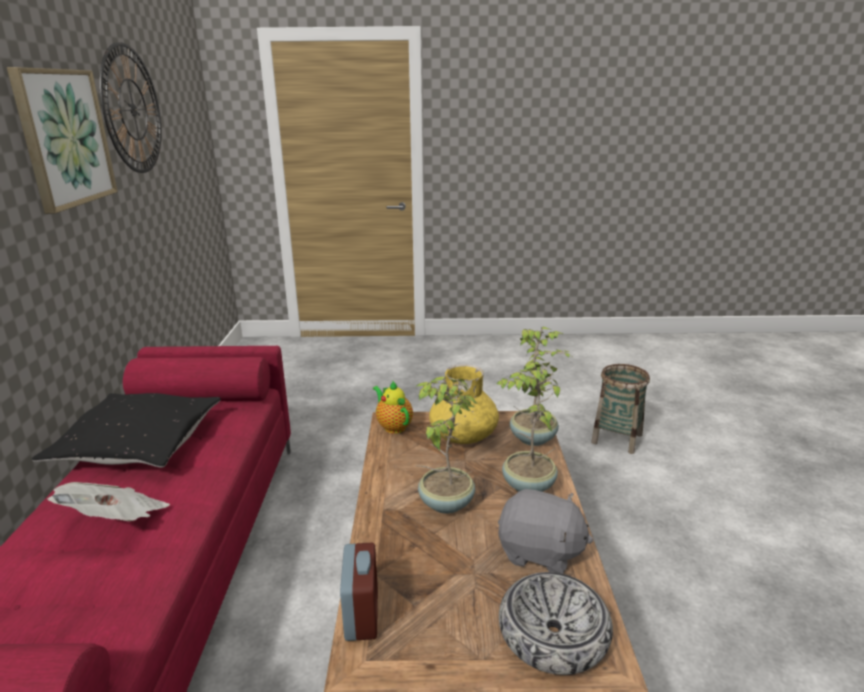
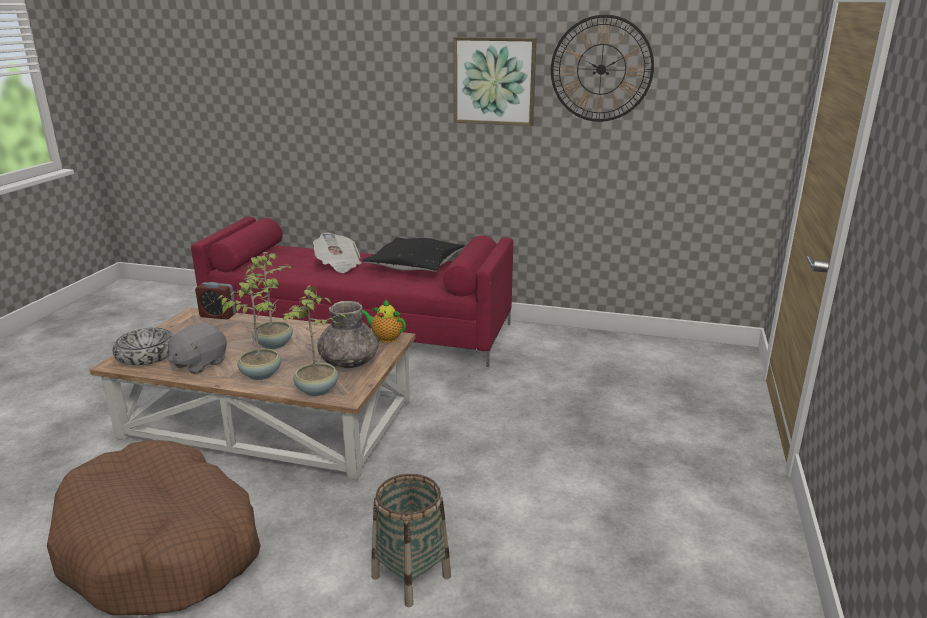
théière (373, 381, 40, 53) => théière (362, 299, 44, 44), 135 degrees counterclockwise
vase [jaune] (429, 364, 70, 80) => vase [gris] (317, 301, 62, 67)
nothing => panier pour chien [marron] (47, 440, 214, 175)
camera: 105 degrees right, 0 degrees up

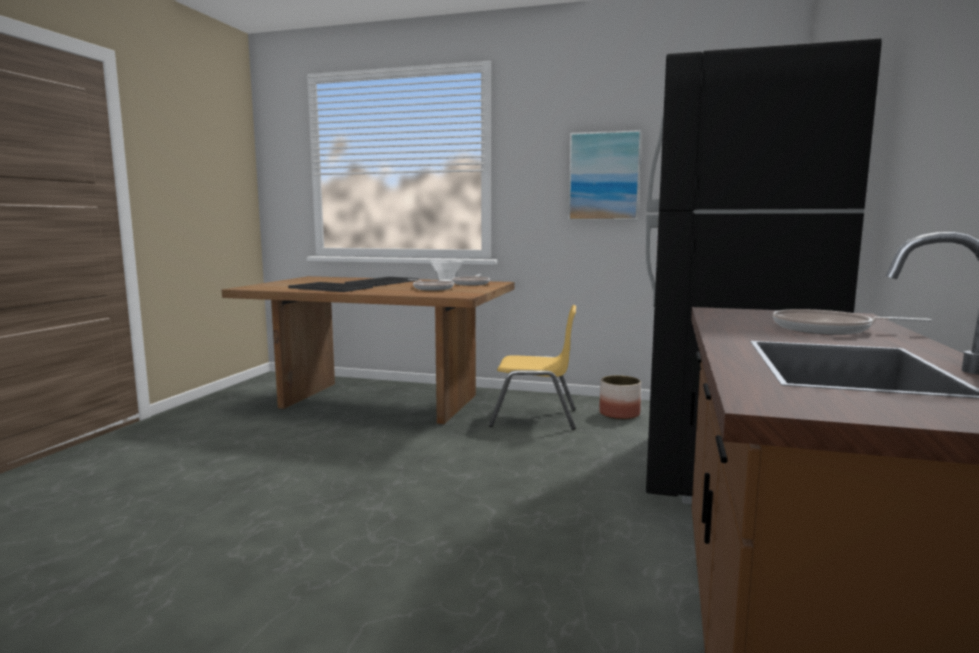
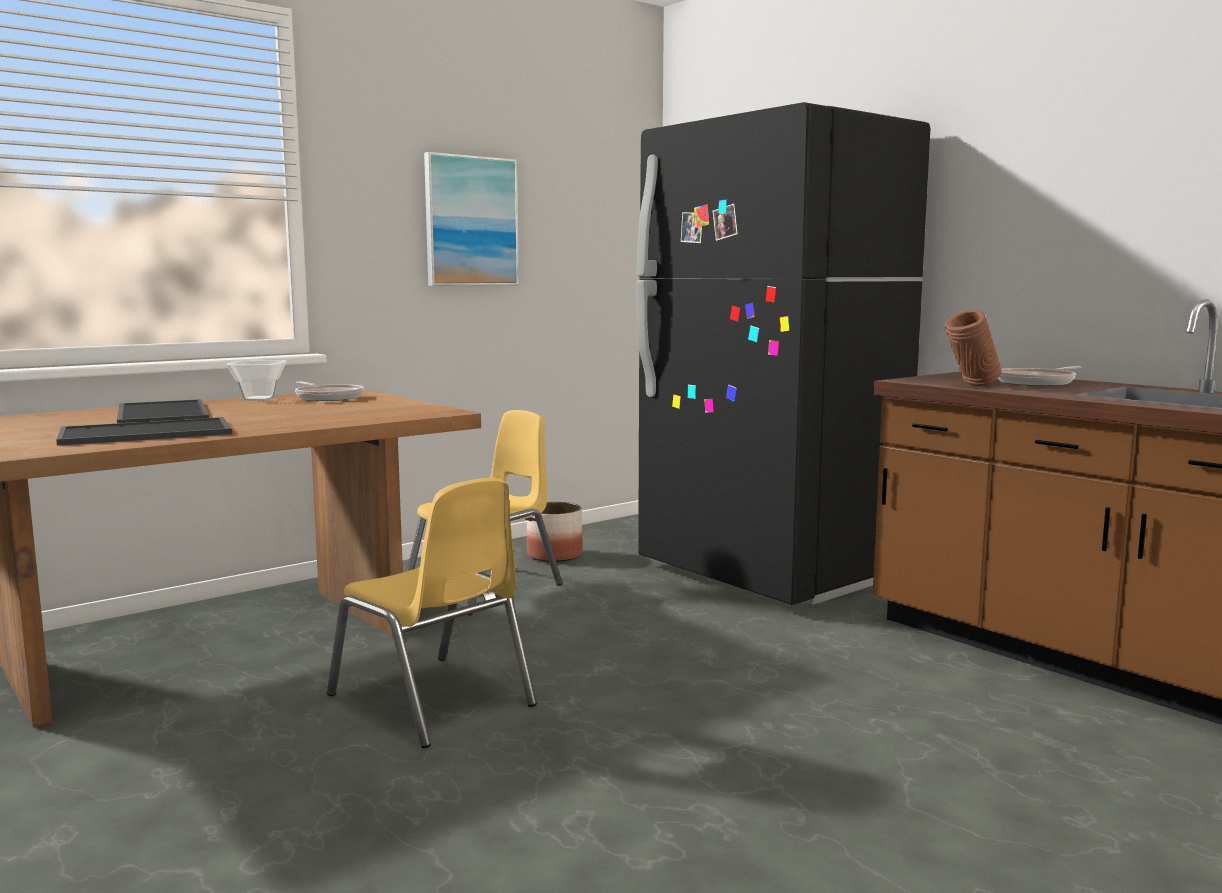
poêle (408, 279, 46, 12) => nothing
nothing => chaise [jaune] (327, 478, 210, 270)
nothing => vase [marron] (945, 309, 56, 77)
camera: 55 degrees left, 0 degrees up

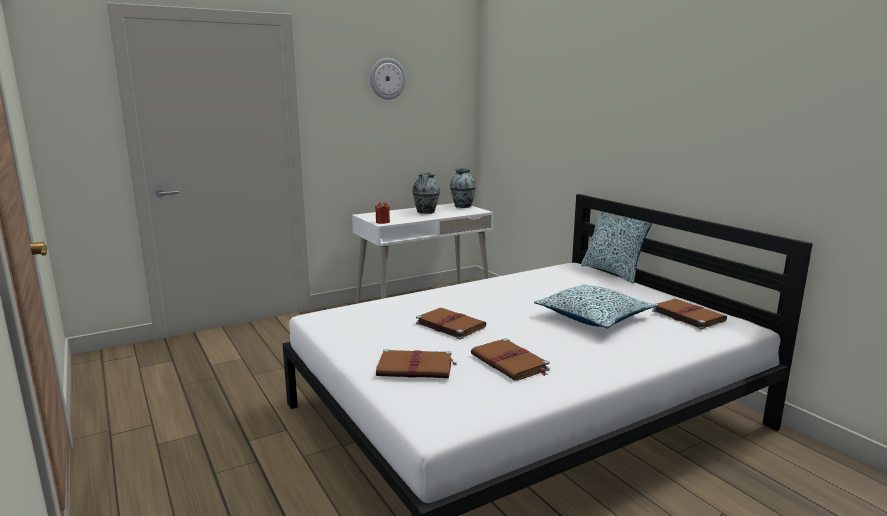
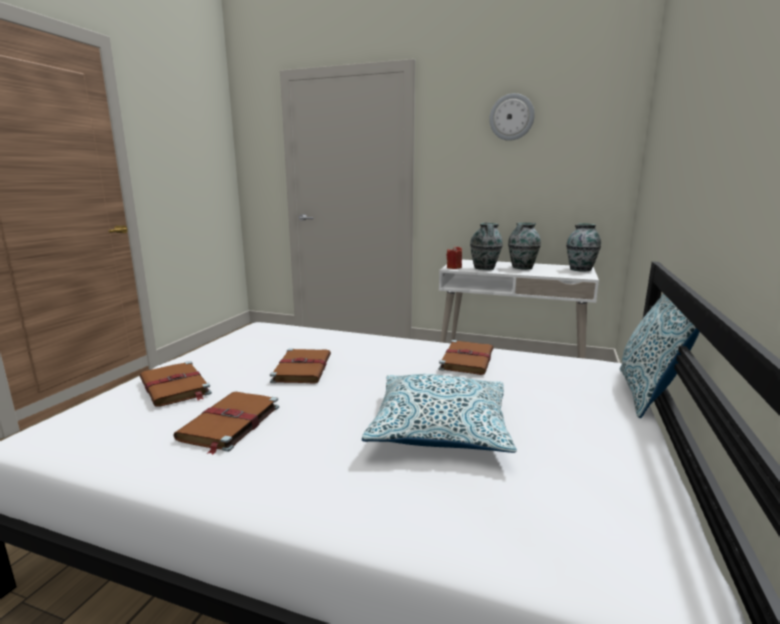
livre [marron] (652, 299, 75, 31) => livre [marron] (439, 340, 54, 35), relocated
nothing => vase (470, 222, 33, 48)
camera: 50 degrees right, 0 degrees up

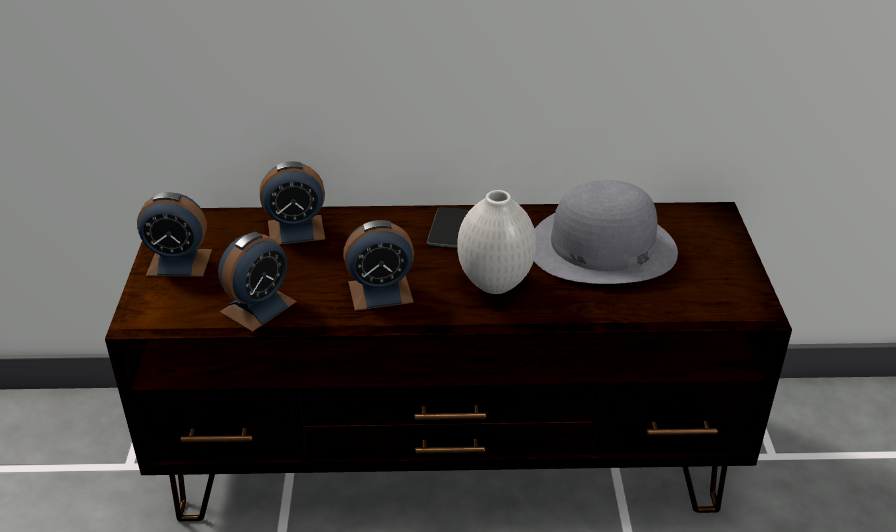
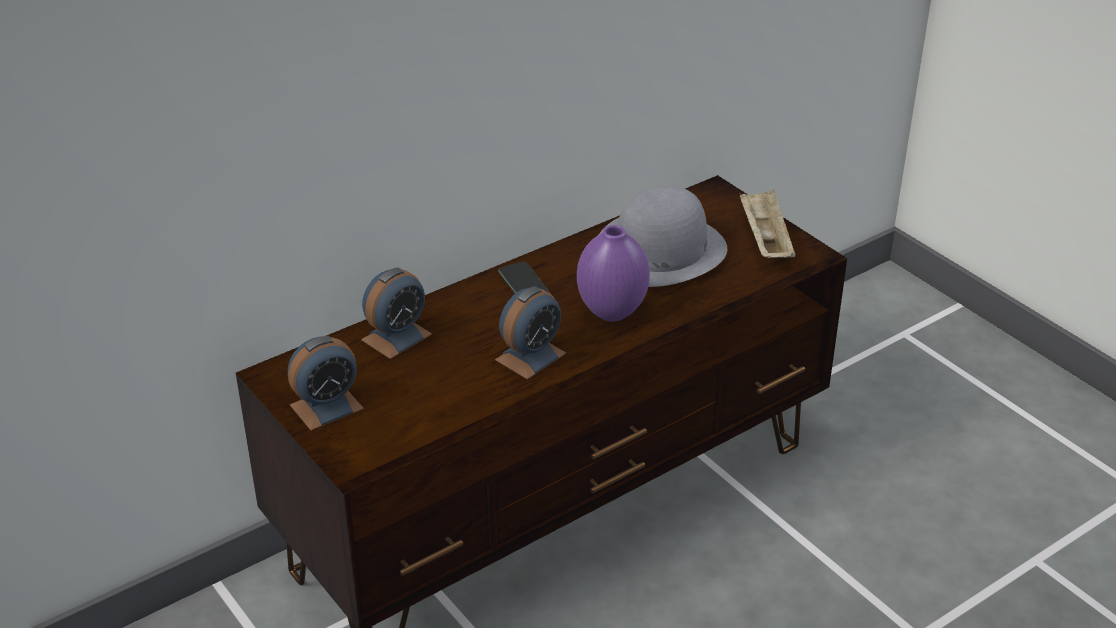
réveil (218, 232, 79, 100) => nothing
vase [blanc] (457, 190, 79, 104) => vase [violet] (577, 225, 73, 97)
nothing => plateau [beige] (740, 189, 55, 69)
camera: 35 degrees left, 0 degrees up

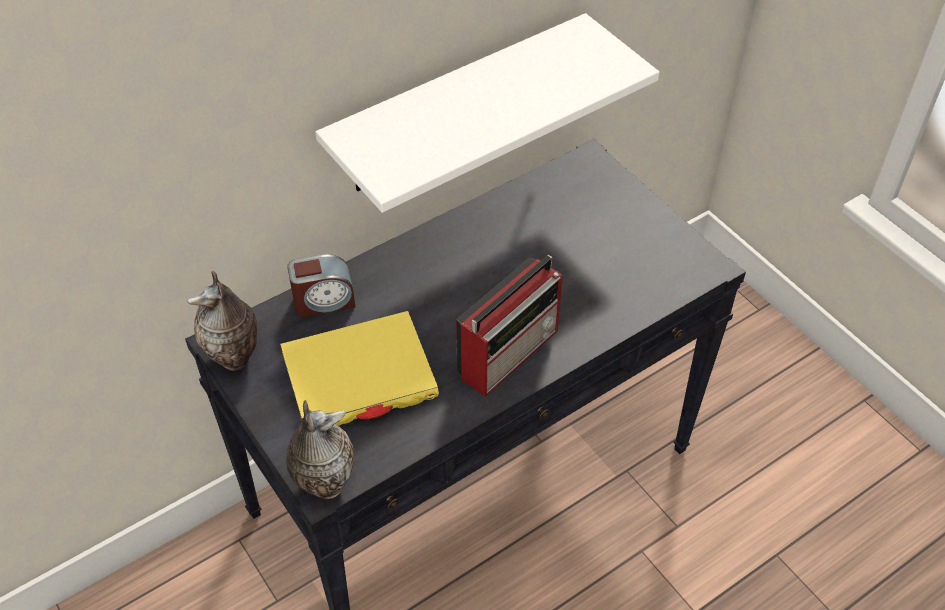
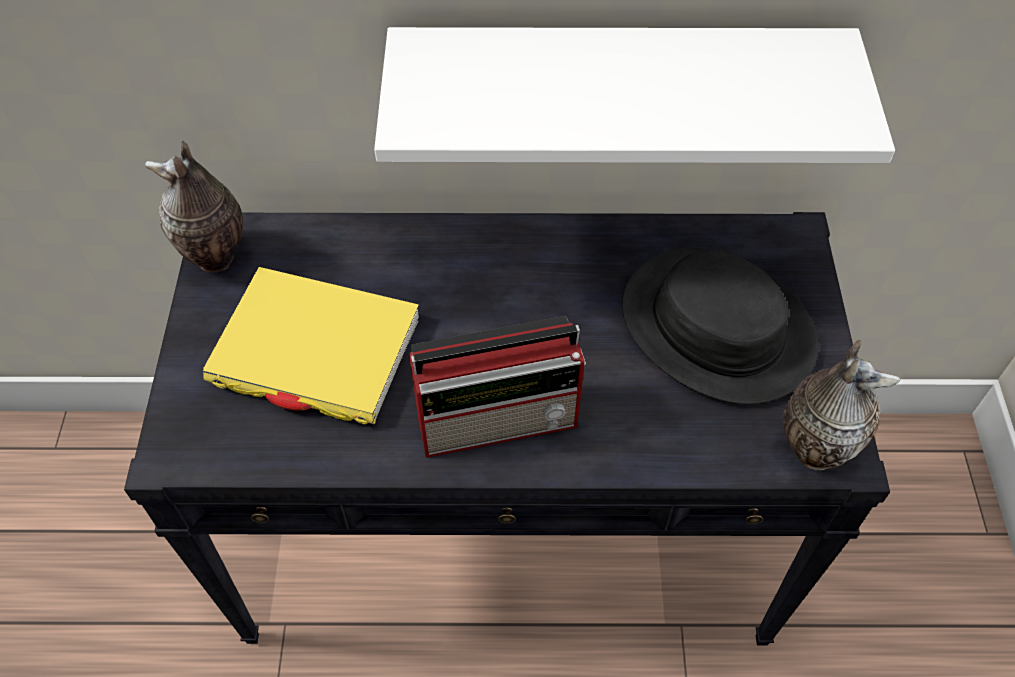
vase (286, 400, 68, 99) => vase (783, 339, 117, 132), relocated
réveil (287, 254, 68, 63) => nothing
nothing => chapeau [noir] (622, 248, 196, 156)
camera: 35 degrees right, 5 degrees up

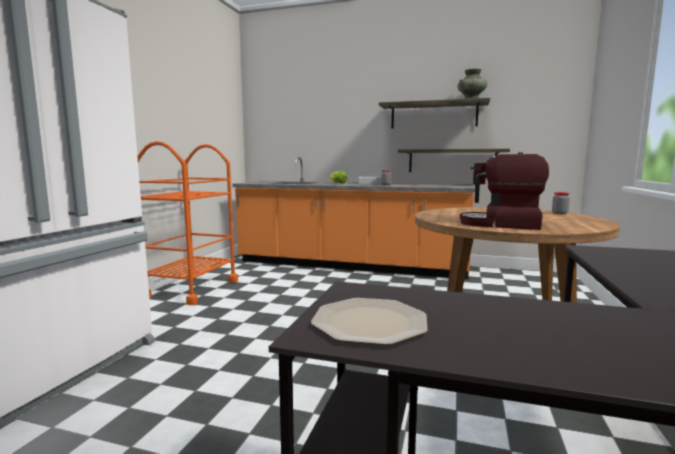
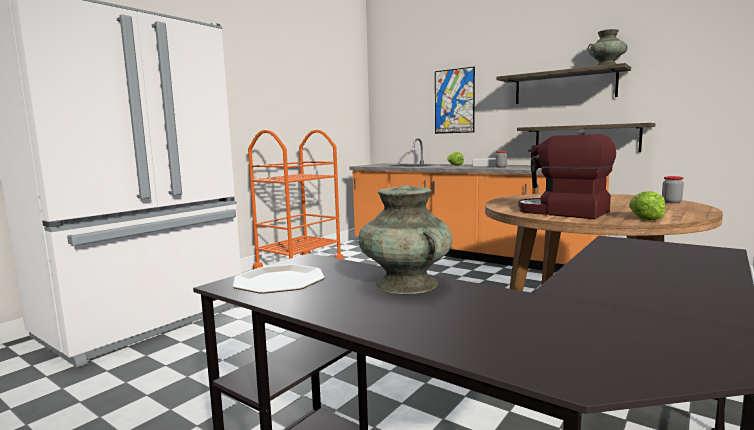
nothing => vase [turquoise] (358, 185, 95, 109)
nothing => tableau (435, 67, 40, 67)
nothing => laitue (629, 191, 36, 29)
camera: 20 degrees right, 0 degrees up

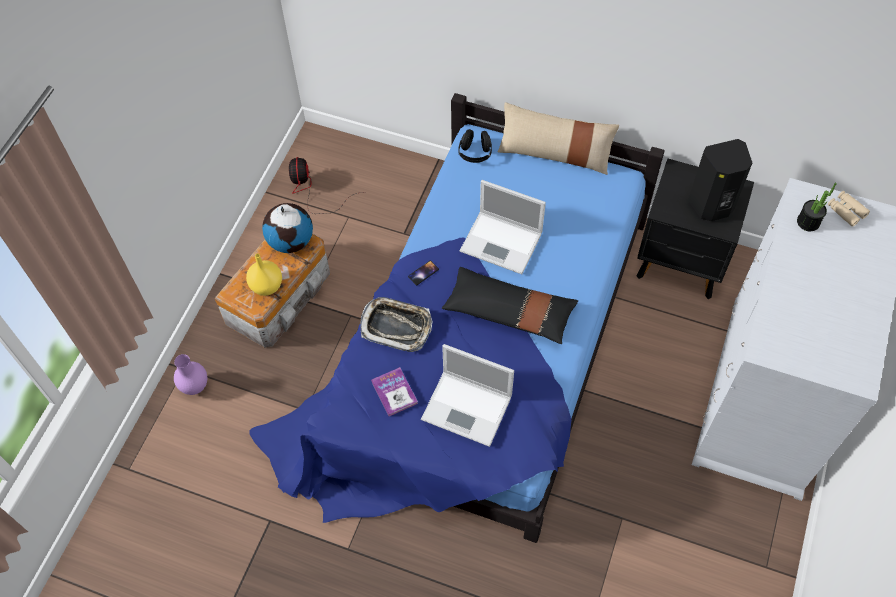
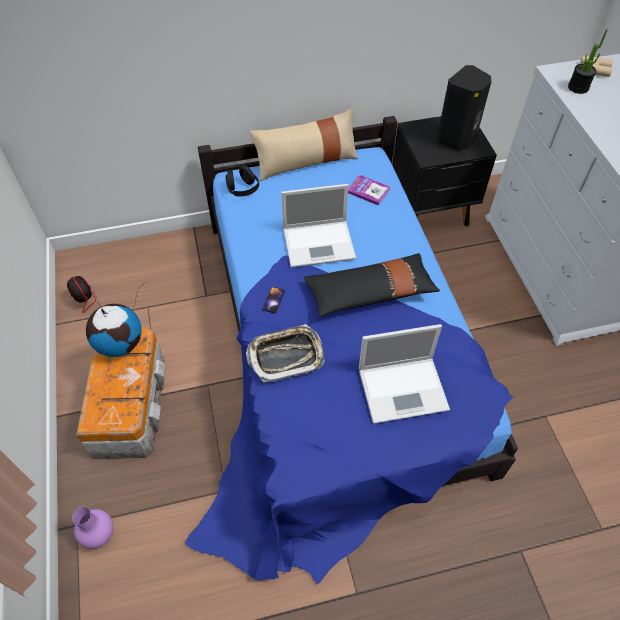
vase [jaune] (246, 254, 36, 42) => nothing
livre (371, 367, 47, 49) => livre (348, 174, 42, 31), relocated
camera: 35 degrees left, 5 degrees down

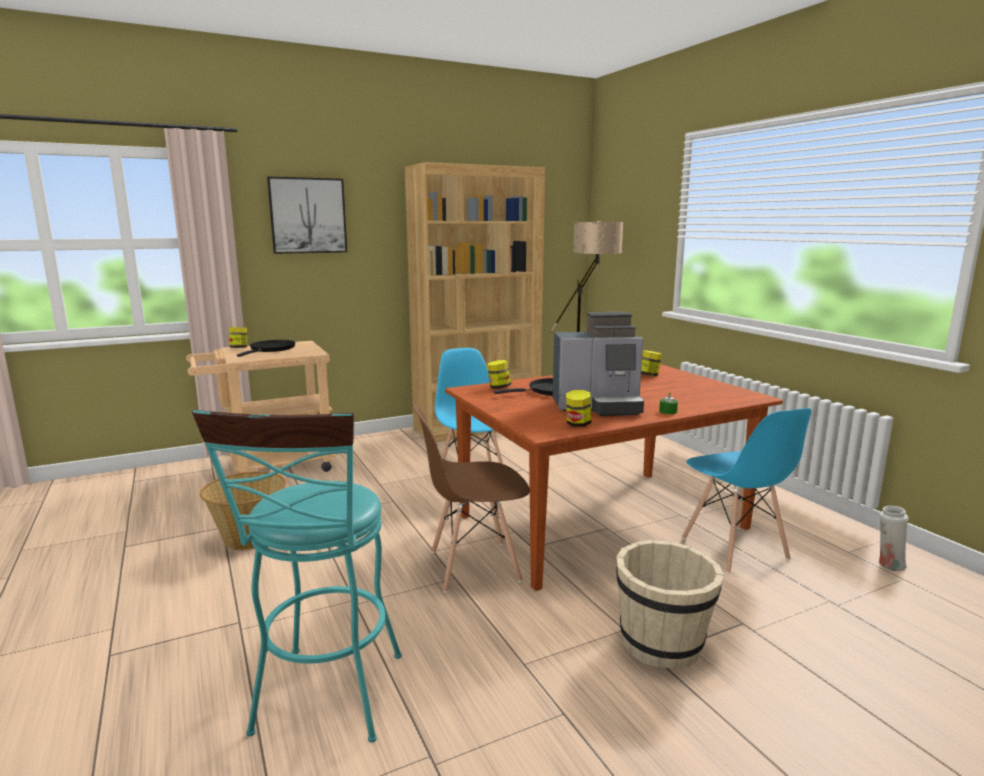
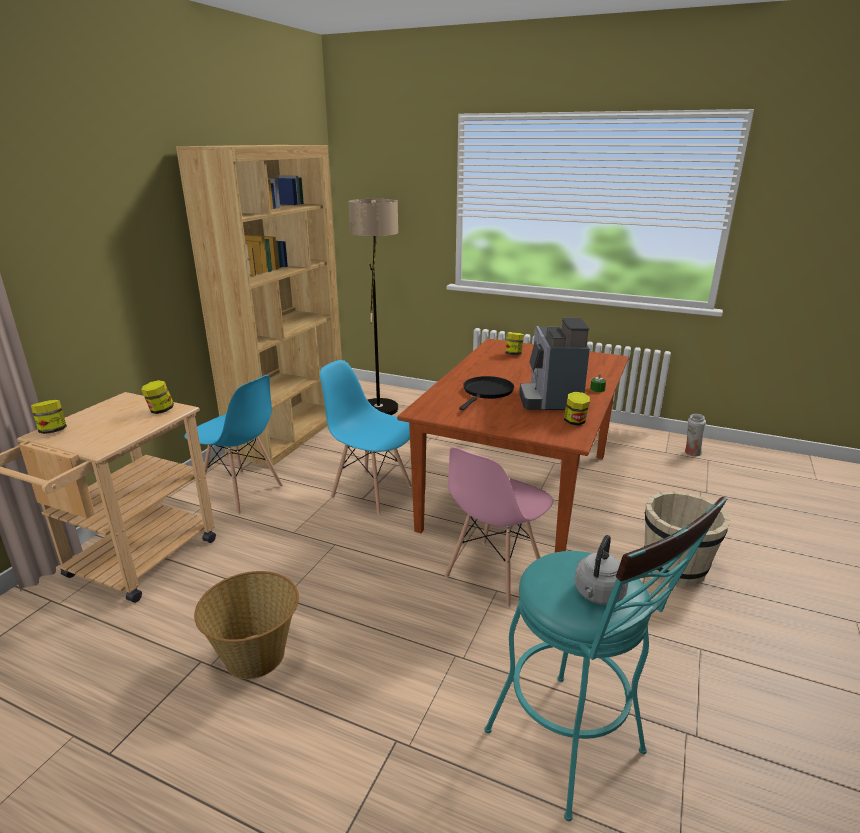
poêle [noir] (237, 340, 58, 17) => nothing
tableau (267, 177, 80, 77) => nothing
chaise [marron] (413, 404, 117, 189) => chaise [rose] (445, 447, 108, 161)
bocal (487, 360, 24, 29) => bocal (141, 380, 33, 34), relocated
machine à café (553, 312, 91, 104) => machine à café (519, 318, 71, 92), 135 degrees clockwise
chaise [bleu] (682, 408, 129, 166) => chaise [bleu] (184, 375, 99, 139), relocated
nothing => bouilloire [gris] (575, 535, 53, 69)
camera: 40 degrees left, 10 degrees up

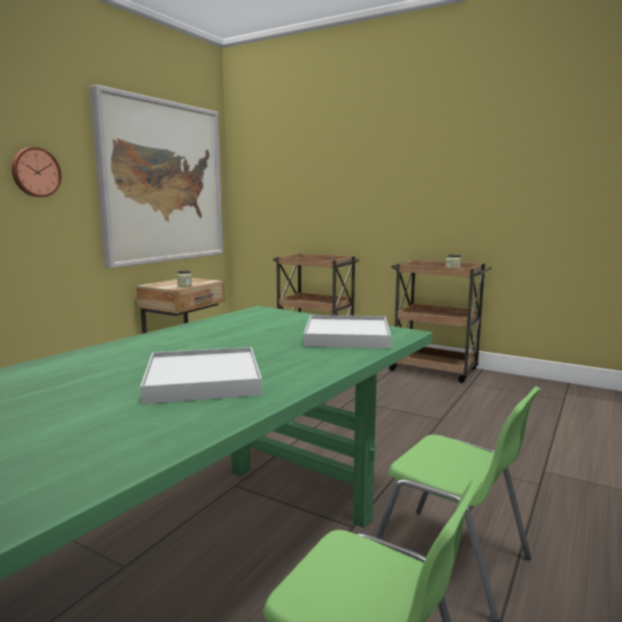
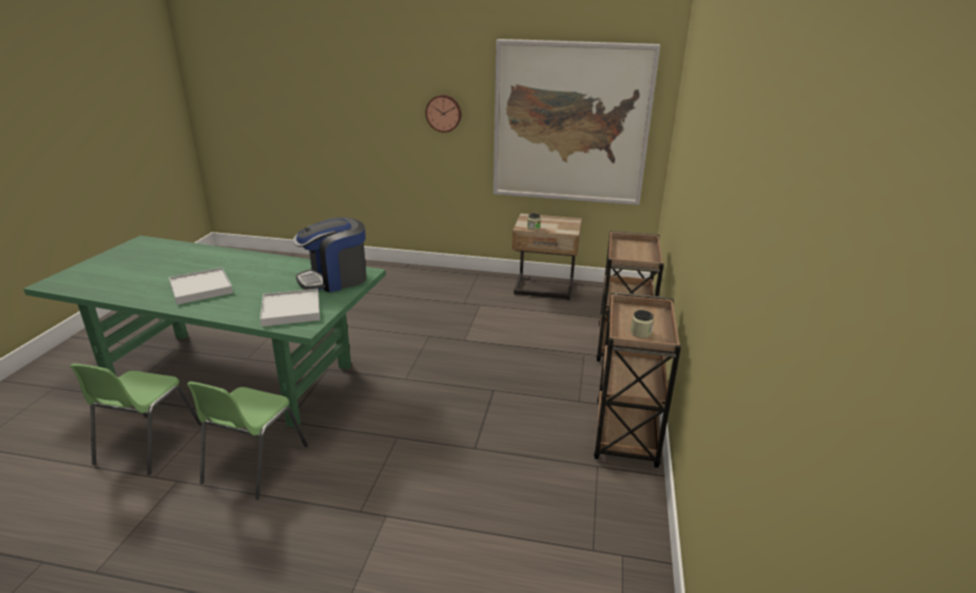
nothing => machine à café (293, 217, 73, 76)
camera: 70 degrees right, 15 degrees up

